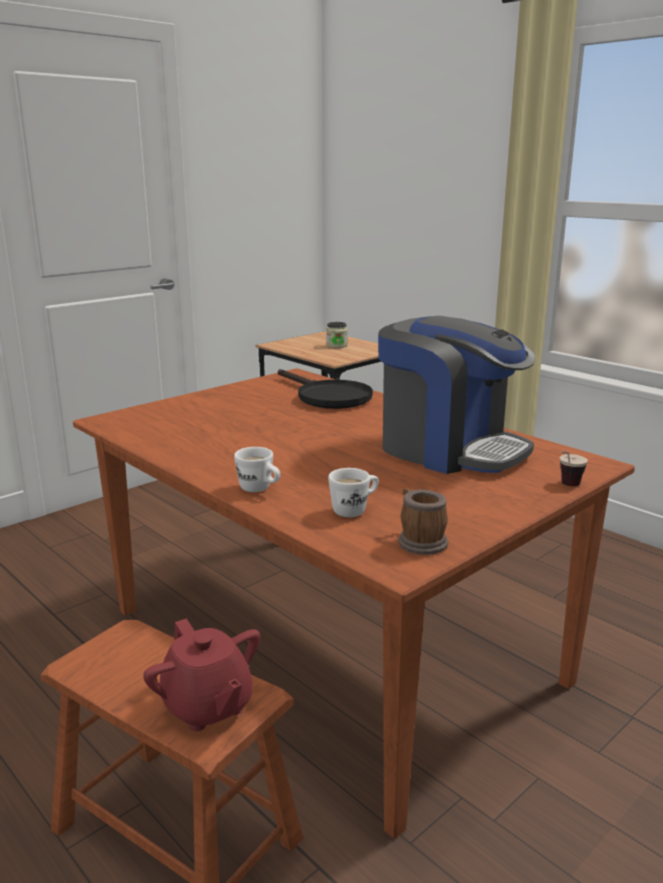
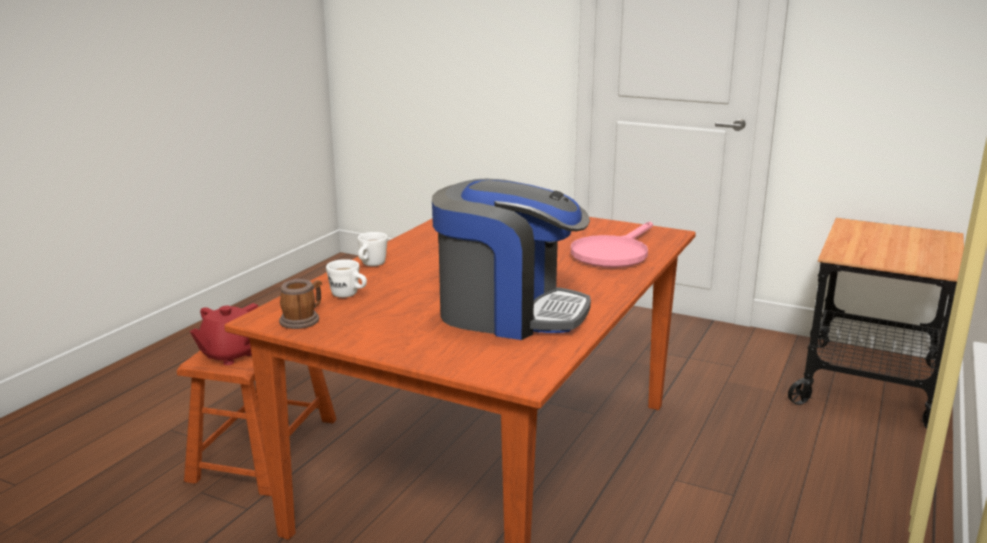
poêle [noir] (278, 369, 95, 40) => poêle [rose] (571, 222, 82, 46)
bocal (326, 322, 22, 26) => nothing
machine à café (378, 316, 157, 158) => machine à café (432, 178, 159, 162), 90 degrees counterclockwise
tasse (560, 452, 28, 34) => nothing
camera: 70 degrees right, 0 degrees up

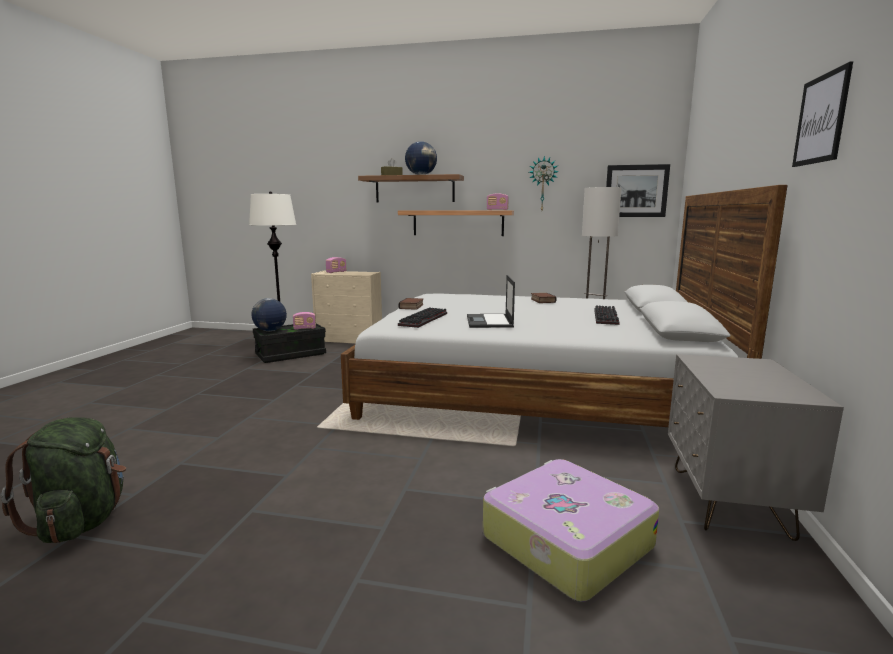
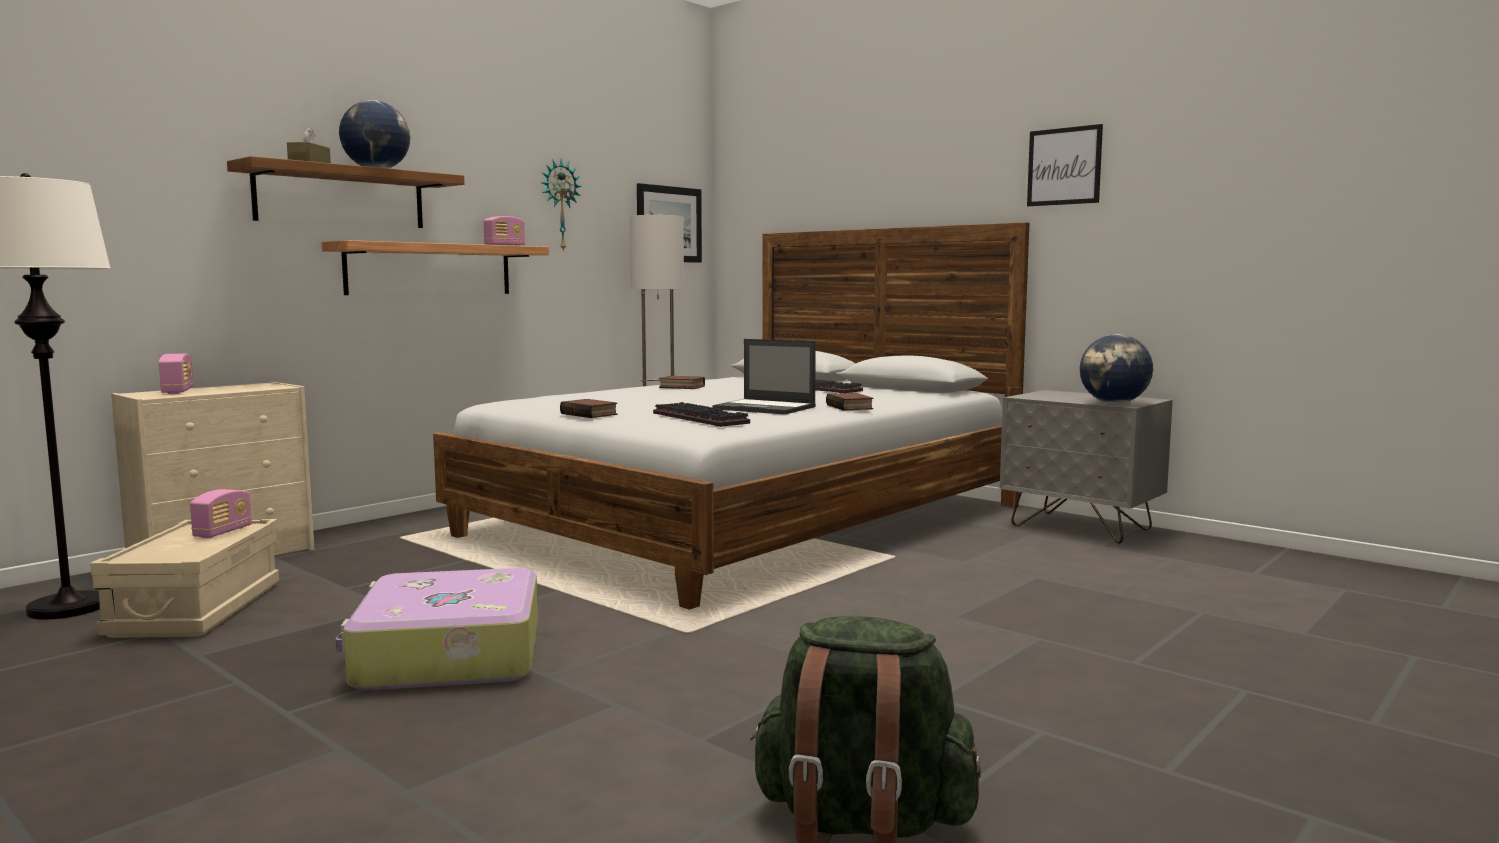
globe (251, 298, 36, 33) => globe (1080, 334, 73, 69), relocated
boîte de rangement [noir] (253, 323, 73, 40) => boîte de rangement [beige] (90, 519, 189, 119)
valise (483, 459, 176, 143) => valise (336, 568, 202, 122), relocated
nothing => livre (826, 393, 47, 18)
camera: 60 degrees left, 5 degrees down

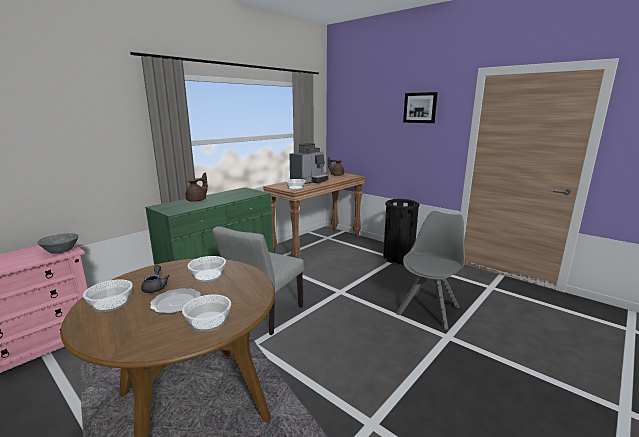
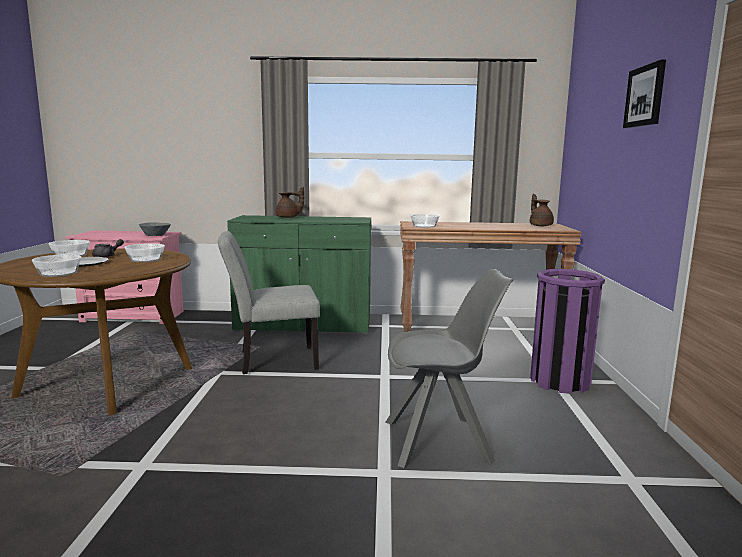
machine à café (289, 143, 40, 41) => nothing
poubelle [noir] (383, 199, 36, 65) => poubelle [violet] (530, 269, 75, 125)
camera: 50 degrees right, 5 degrees down

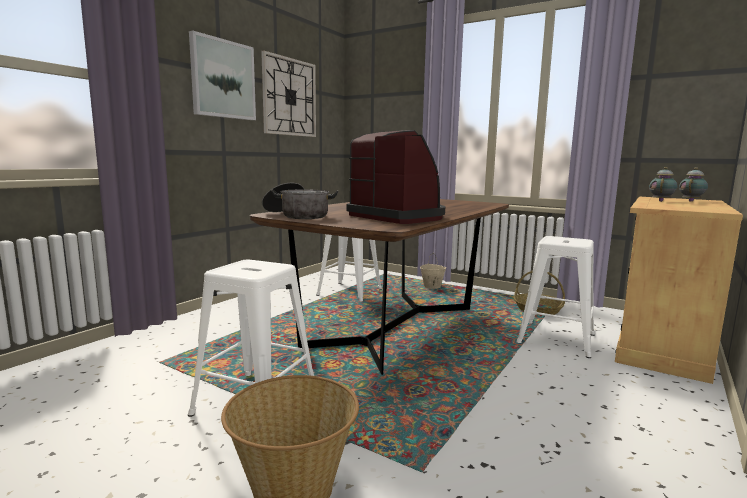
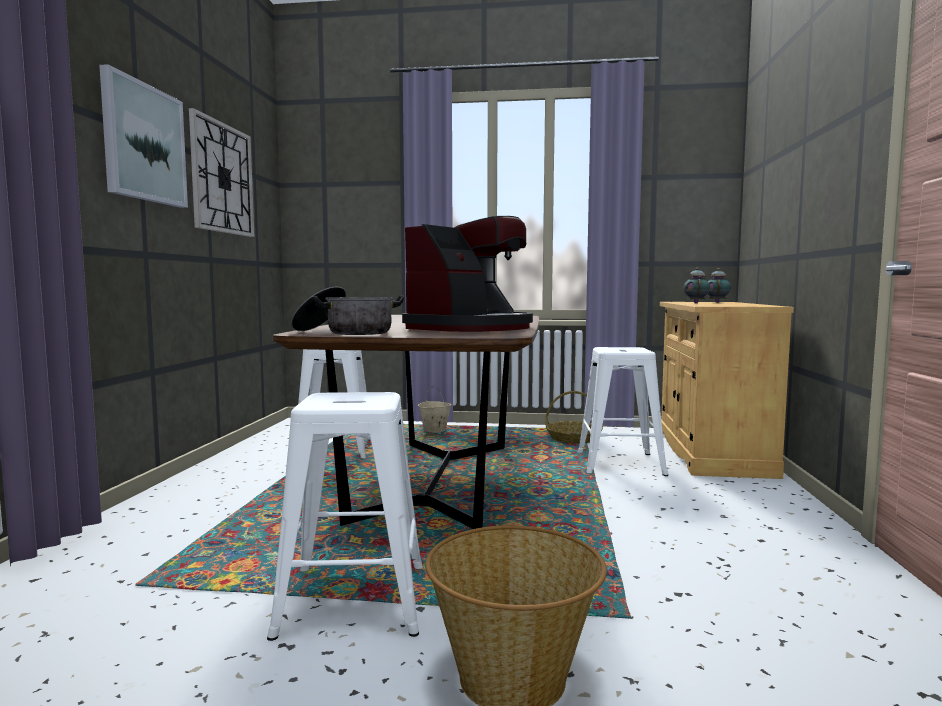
machine à café (347, 130, 98, 94) => machine à café (402, 216, 131, 116), 105 degrees clockwise
camera: 25 degrees left, 5 degrees down

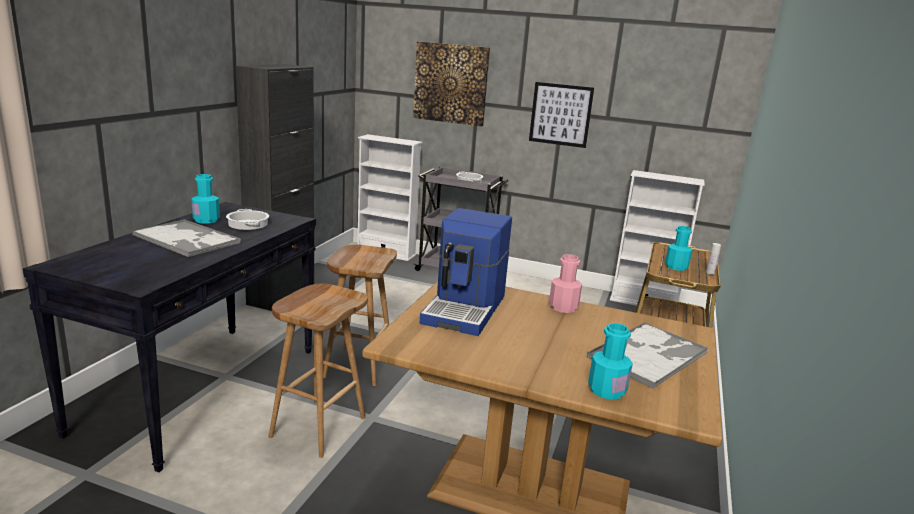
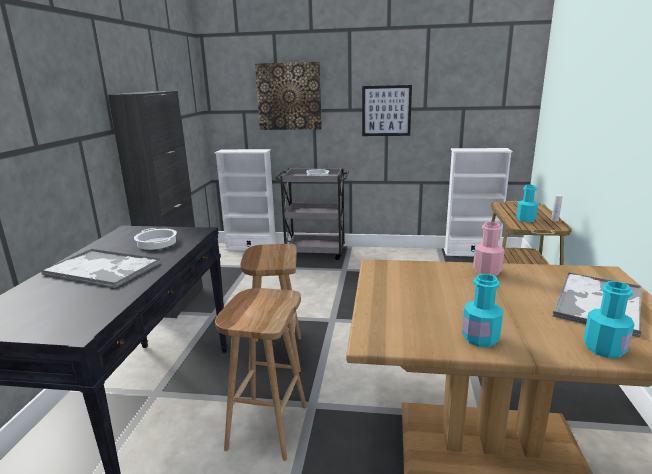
bouteille [turquoise] (191, 174, 29, 50) => bouteille [turquoise] (462, 274, 41, 73), relocated
machine à café (420, 208, 92, 128) => nothing
camera: 10 degrees left, 0 degrees up

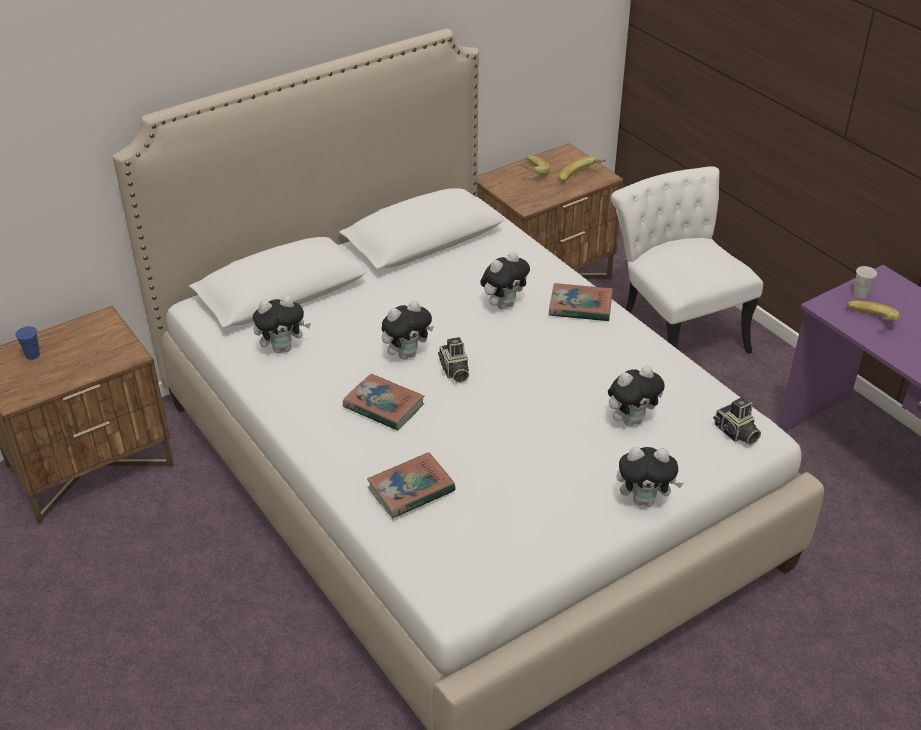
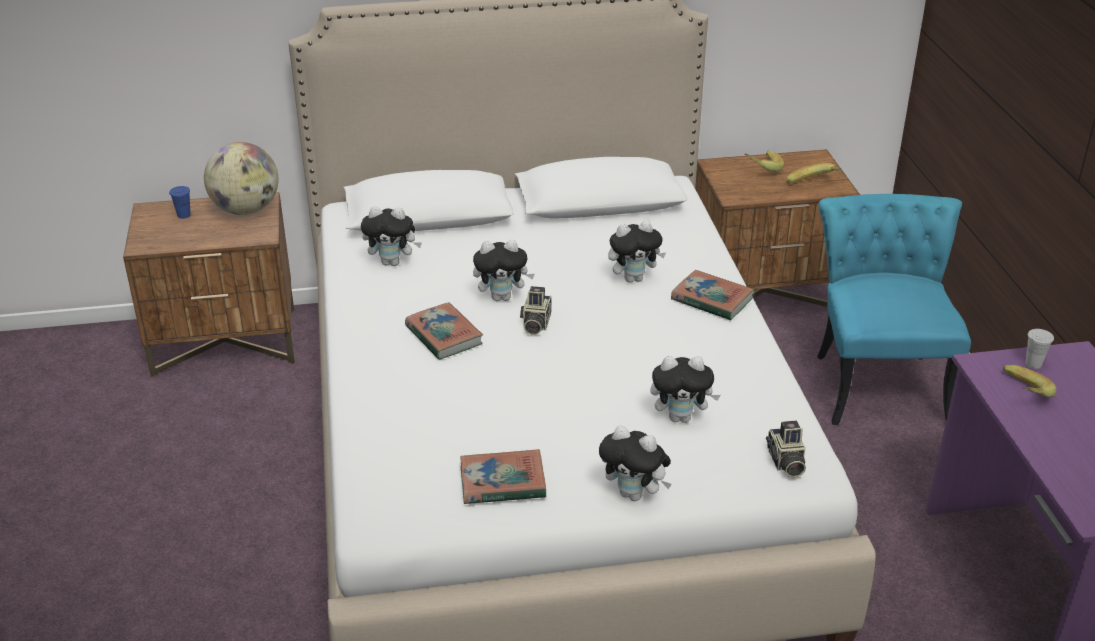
livre (367, 452, 89, 67) => livre (460, 449, 86, 55), relocated
chaise [blanc] (611, 166, 152, 188) => chaise [turquoise] (817, 194, 154, 231)
nothing => globe (204, 142, 74, 73)
camera: 25 degrees right, 5 degrees down

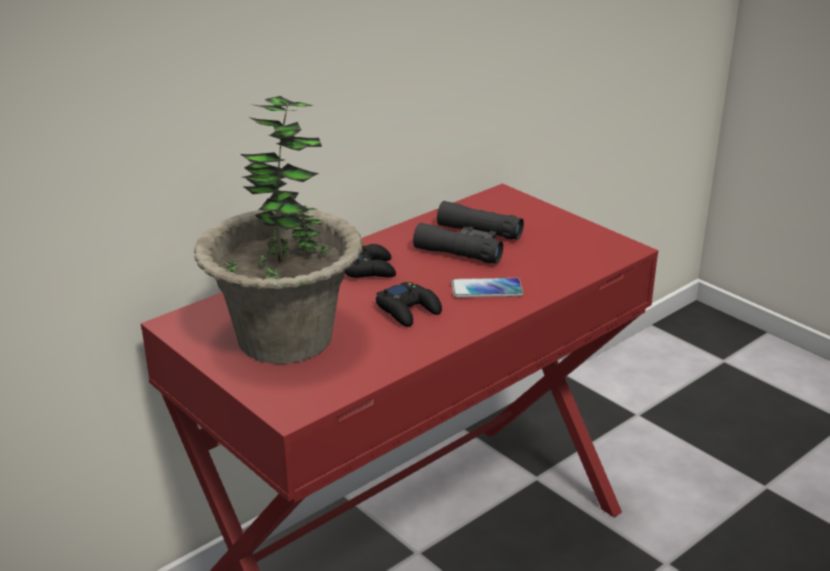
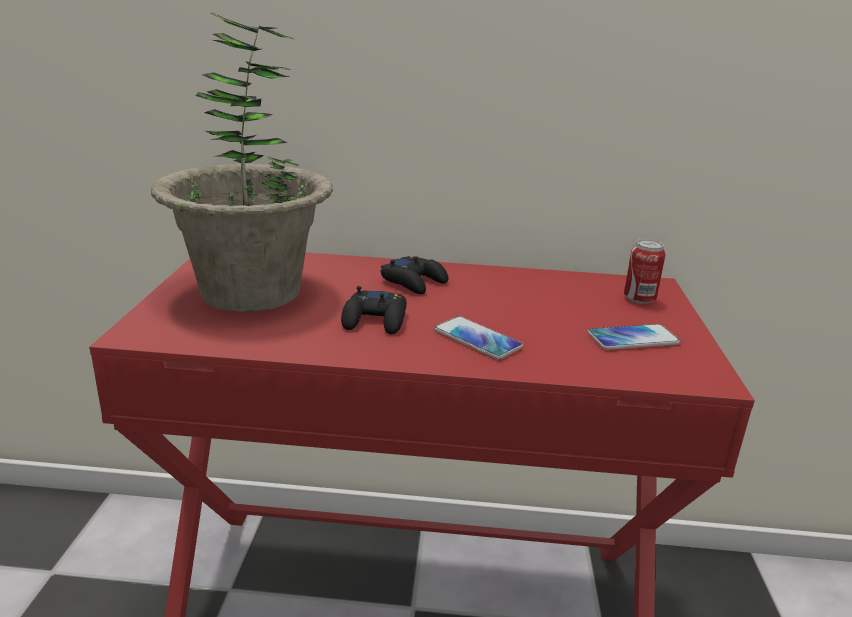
jumelles [noir] (413, 201, 111, 63) => nothing
nothing => téléphone (588, 324, 92, 26)
nothing => boîte métallique (624, 239, 41, 65)
camera: 45 degrees right, 5 degrees down

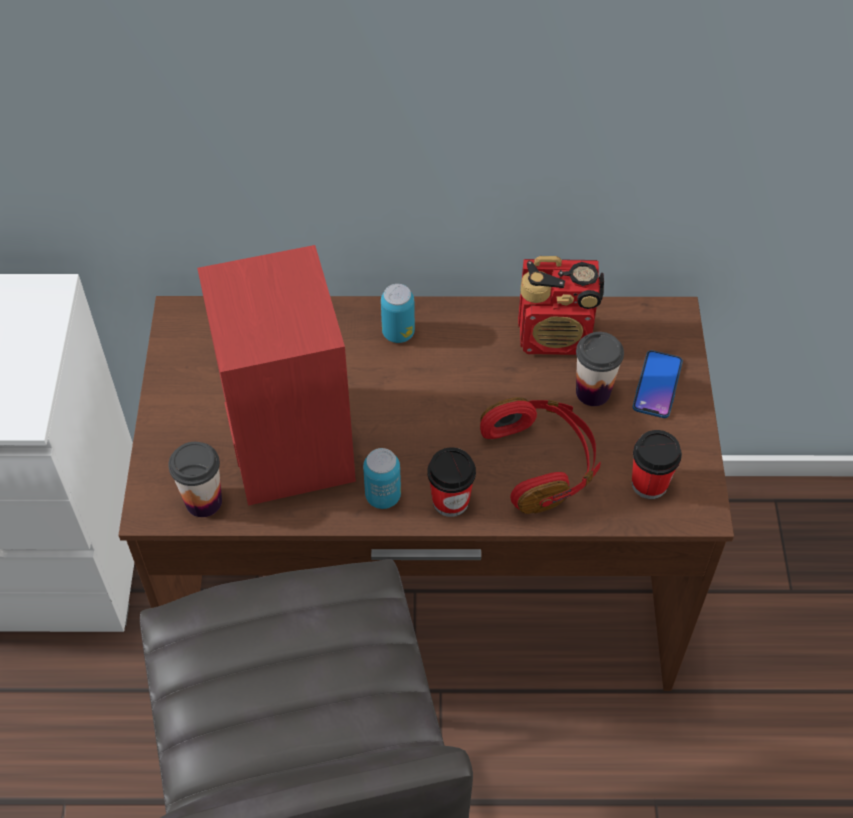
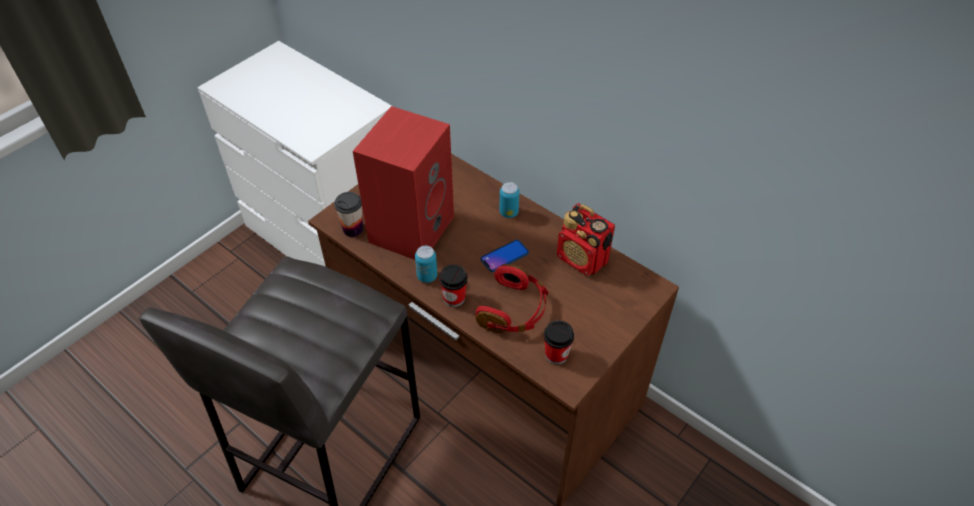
tasse (576, 332, 48, 74) => nothing
téléphone (633, 350, 50, 68) => téléphone (481, 240, 48, 32), relocated
camera: 40 degrees right, 5 degrees down

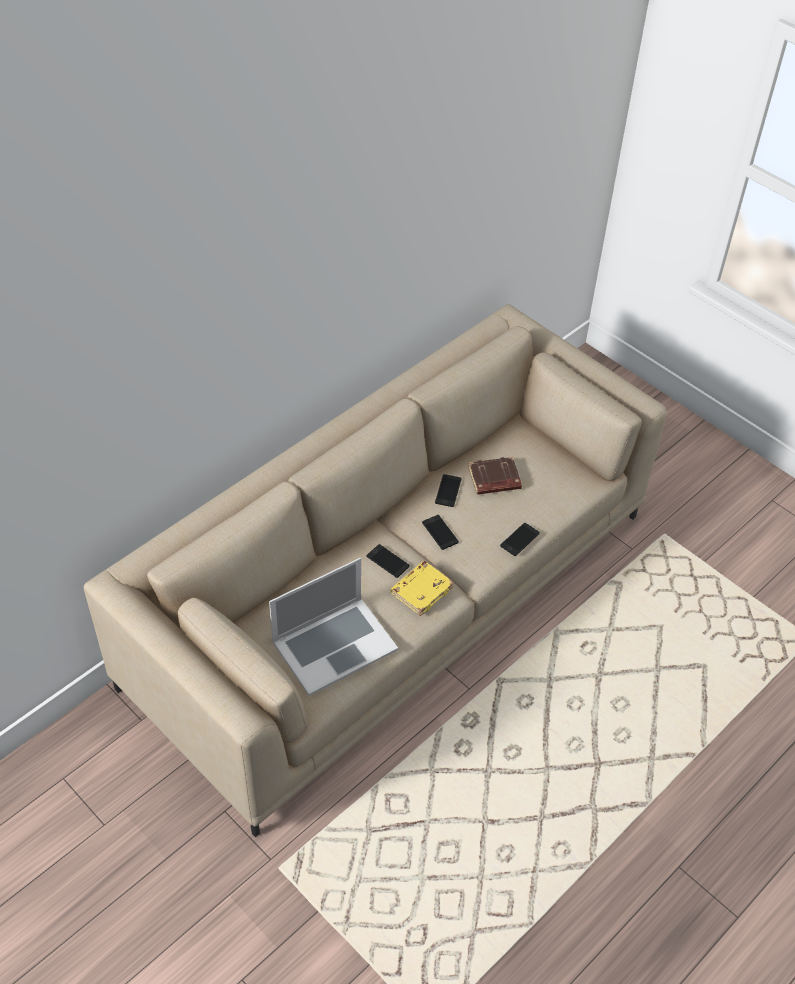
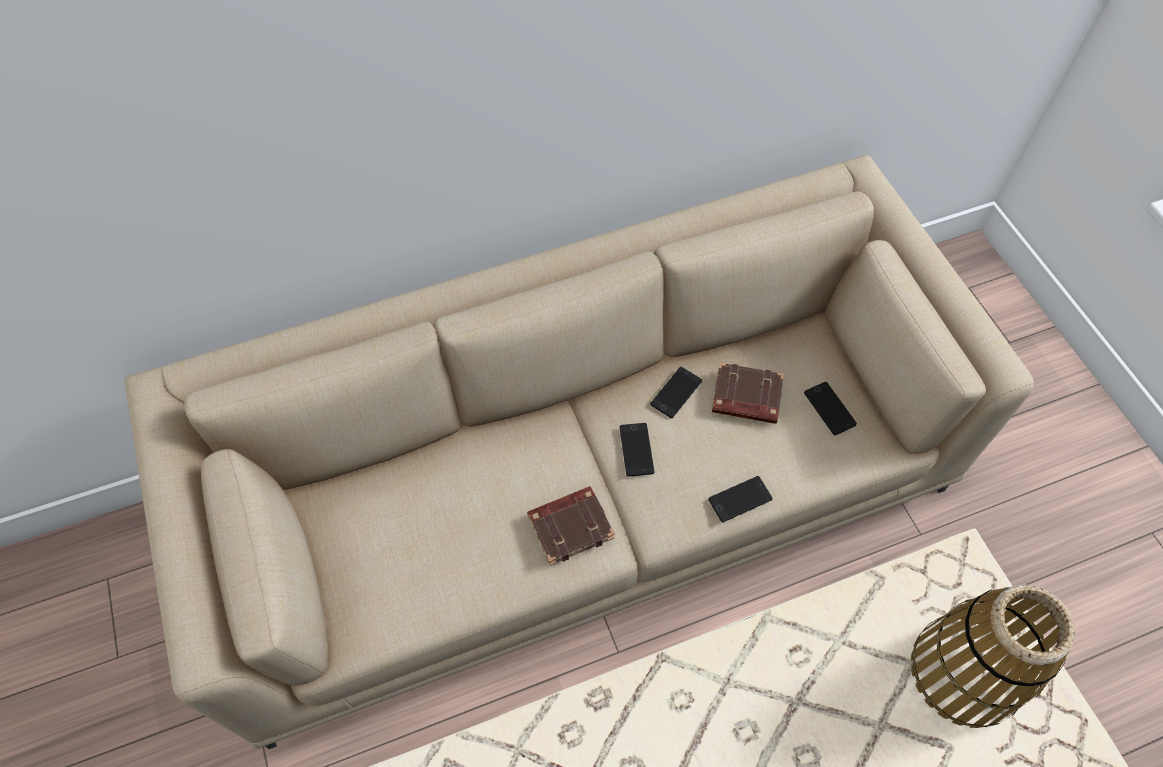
ordinateur portable (269, 558, 129, 138) => nothing
téléphone (366, 544, 44, 34) => téléphone (804, 382, 53, 53), relocated
livre [jaune] (391, 561, 63, 55) => livre [marron] (527, 486, 88, 80)
nothing => panier (911, 584, 164, 144)
camera: 25 degrees right, 10 degrees up

